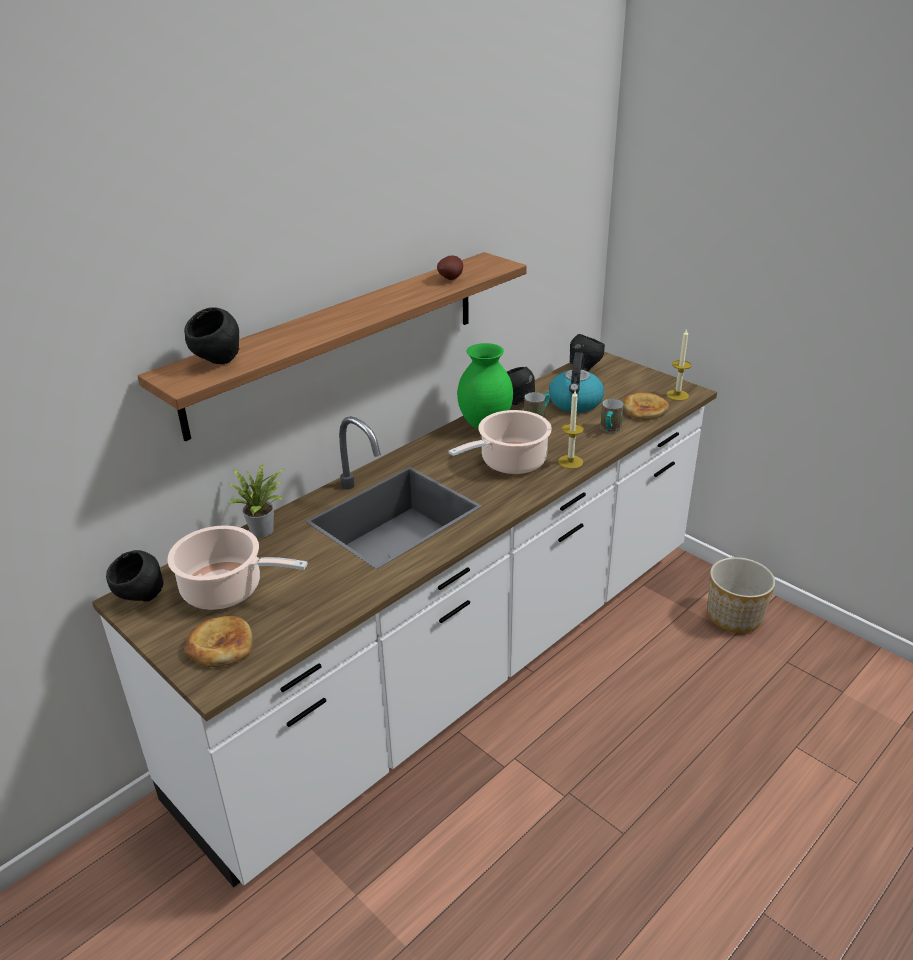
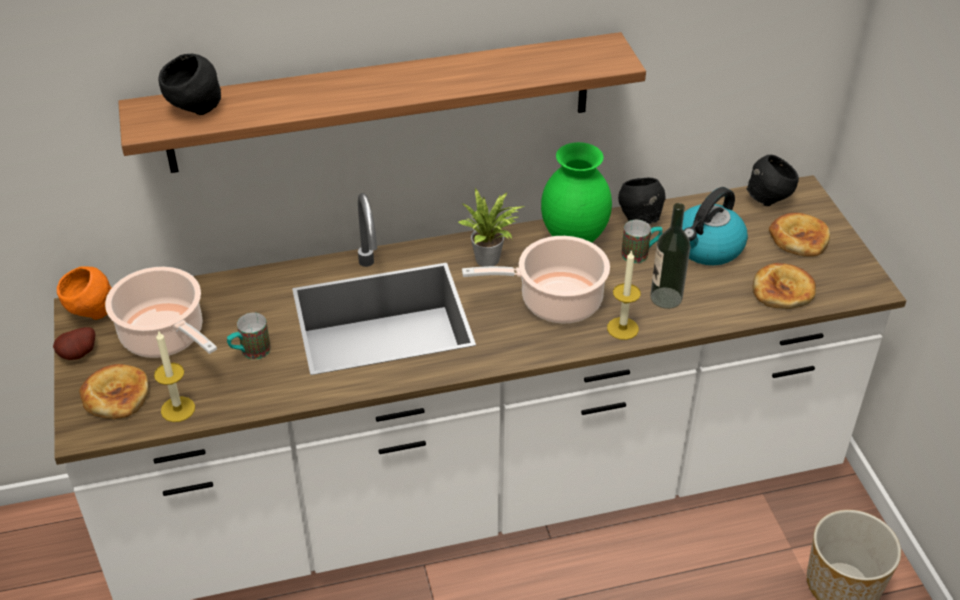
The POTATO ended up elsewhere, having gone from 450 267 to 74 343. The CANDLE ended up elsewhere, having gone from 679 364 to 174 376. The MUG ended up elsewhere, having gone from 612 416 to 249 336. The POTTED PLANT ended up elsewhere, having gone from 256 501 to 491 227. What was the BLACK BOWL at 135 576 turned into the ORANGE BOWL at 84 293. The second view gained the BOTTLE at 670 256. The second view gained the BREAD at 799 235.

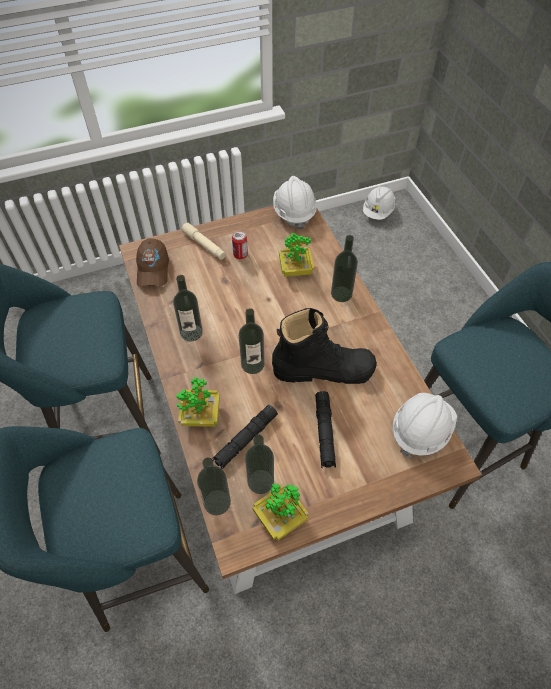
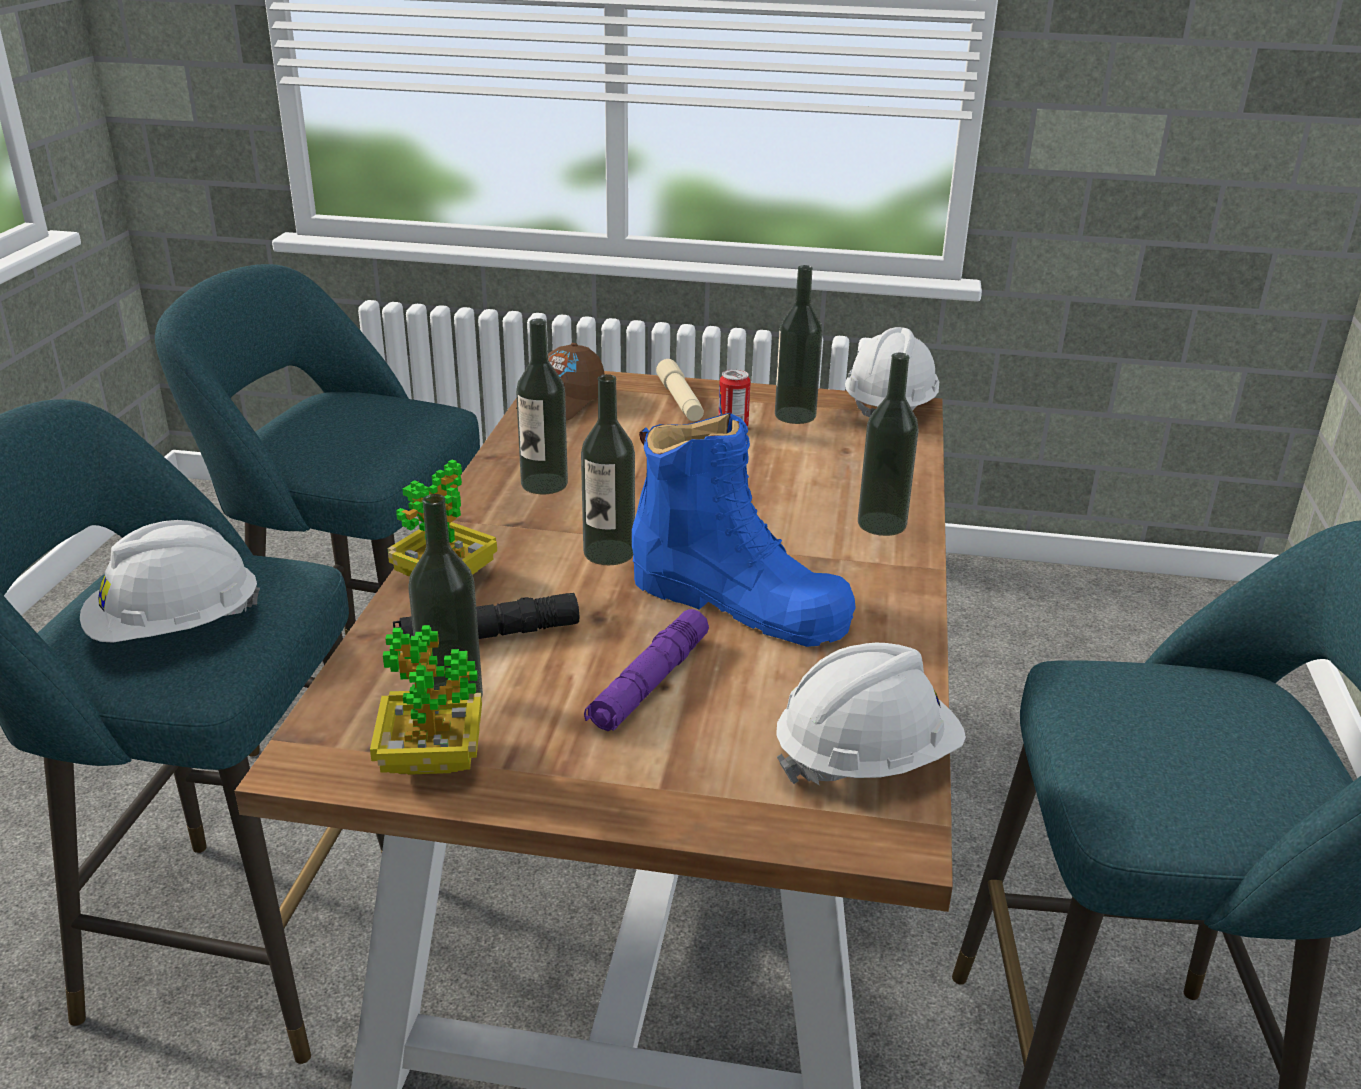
The WHITE HARD HAT ended up elsewhere, having gone from 379 203 to 170 581. The second view lost the POTTED PLANT at 296 255. What was the BLACK BOOT at 324 346 turned into the BLUE BOOT at 744 530. What was the BLACK FLASHLIGHT at 325 429 turned into the PURPLE FLASHLIGHT at 646 670. The BOTTLE ended up elsewhere, having gone from 214 486 to 799 344.

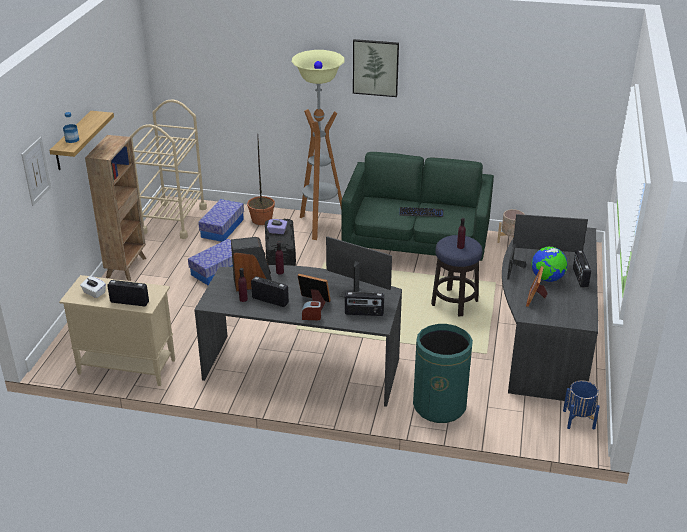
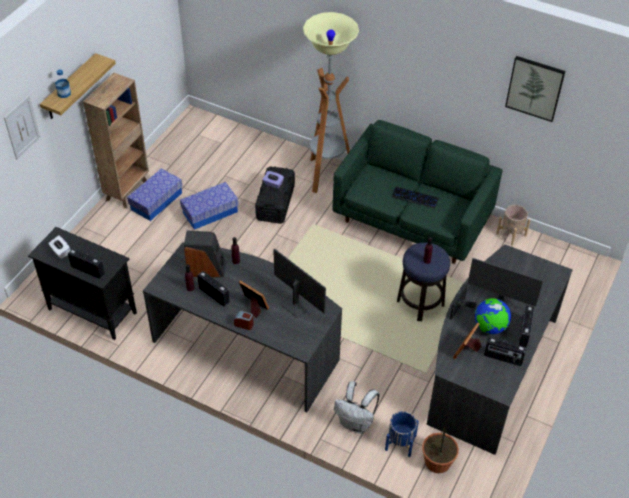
The PICTURE ended up elsewhere, having gone from 376 68 to 535 89. The second view lost the BEIGE CART at 168 169. The POTTED PLANT ended up elsewhere, having gone from 261 182 to 440 430. The STORAGE BOX ended up elsewhere, having gone from 221 220 to 154 194. What was the BEIGE CABINET at 117 330 turned into the BLACK CABINET at 82 283. The RADIO ended up elsewhere, having gone from 364 304 to 505 351. Where the GREEN TRASH CAN stood at 443 373, the WHITE BACKPACK came to stand at 357 407. The BLUE PLANTER ended up elsewhere, having gone from 581 404 to 402 434.

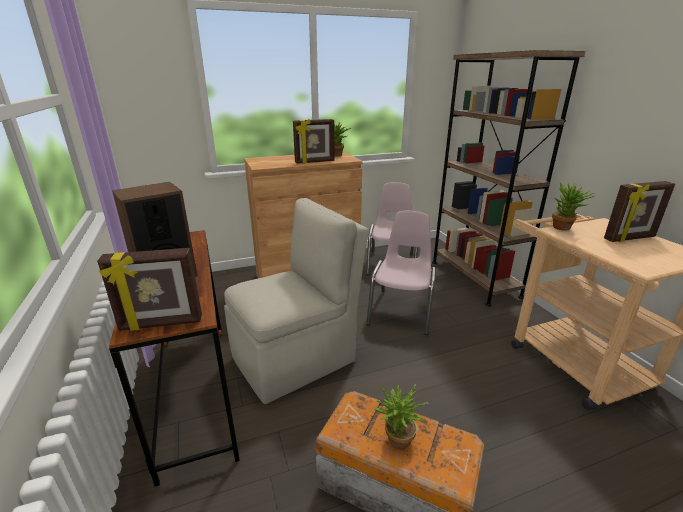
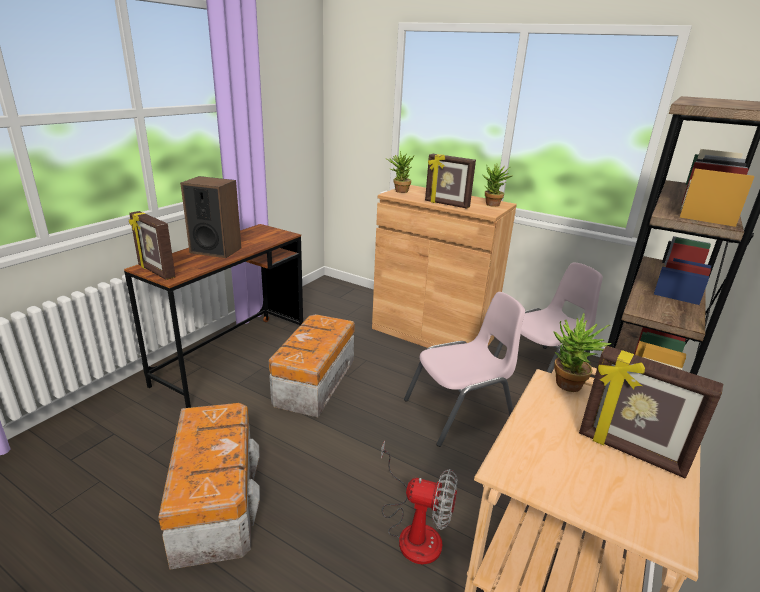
Where the BEIGE CHAIR stood at 296 301, the STORAGE BOX came to stand at 312 366. The POTTED PLANT ended up elsewhere, having gone from 400 417 to 400 172. The second view gained the FAN at 419 503.

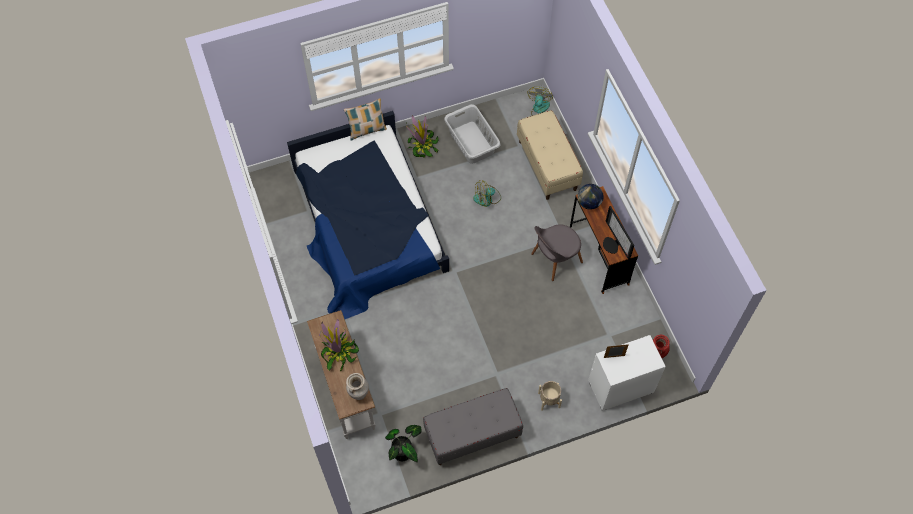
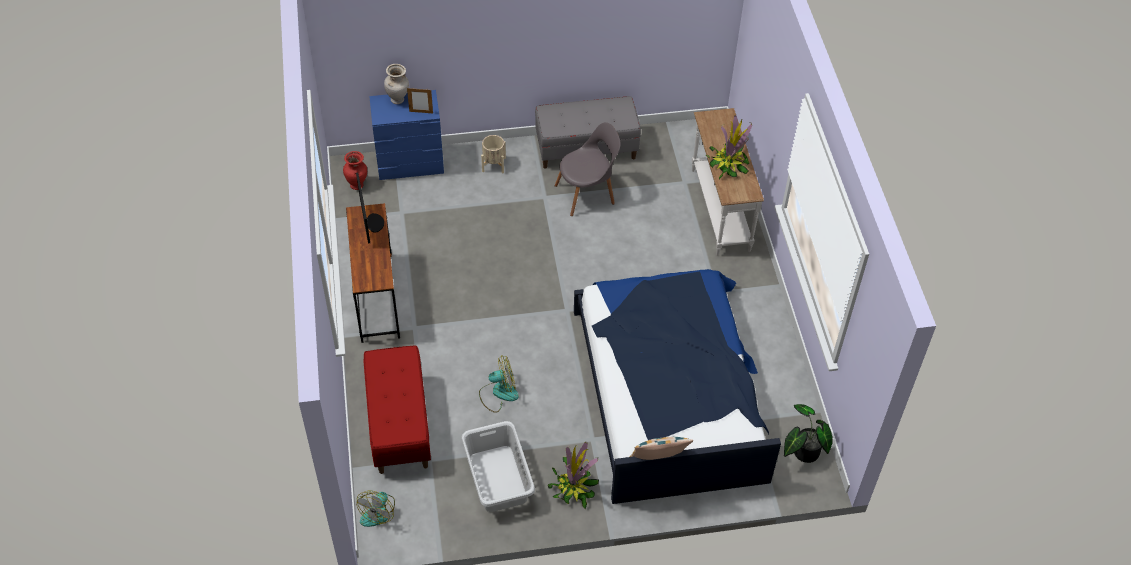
What was the BEIGE BENCH at 550 155 turned into the RED BENCH at 397 409. The second view lost the GLOBE at 590 197. The GREY CHAIR ended up elsewhere, having gone from 557 252 to 587 169. What was the WHITE DRESSER at 627 373 turned into the BLUE DRESSER at 406 135. The BEIGE VASE ended up elsewhere, having gone from 357 386 to 396 84. The POTTED PLANT ended up elsewhere, having gone from 403 443 to 808 433.

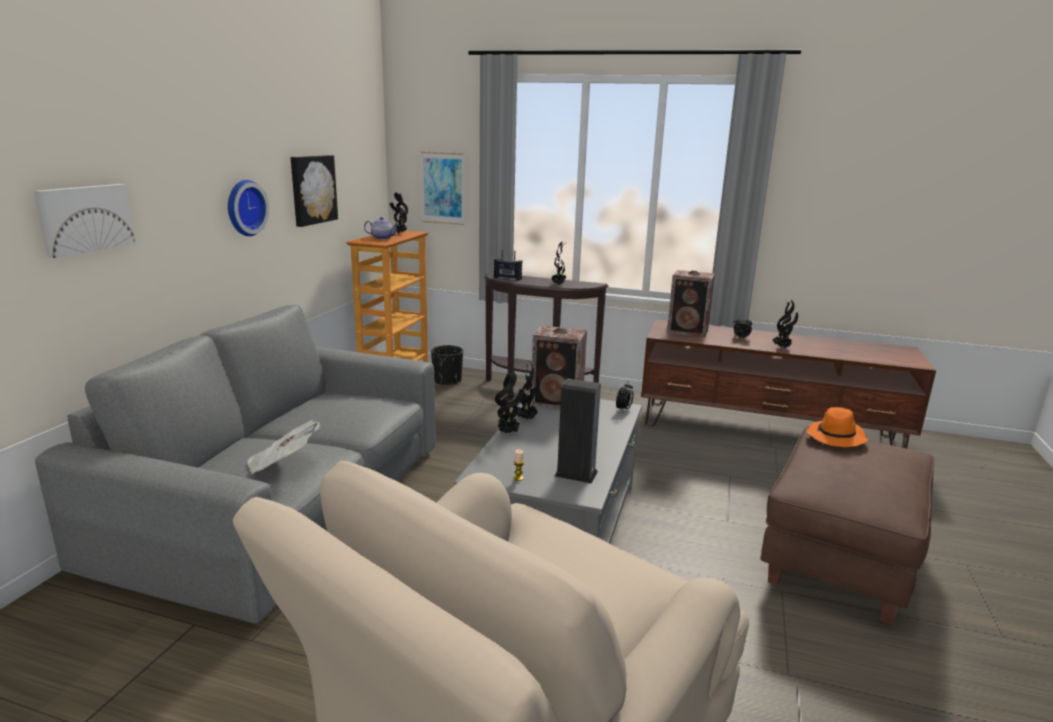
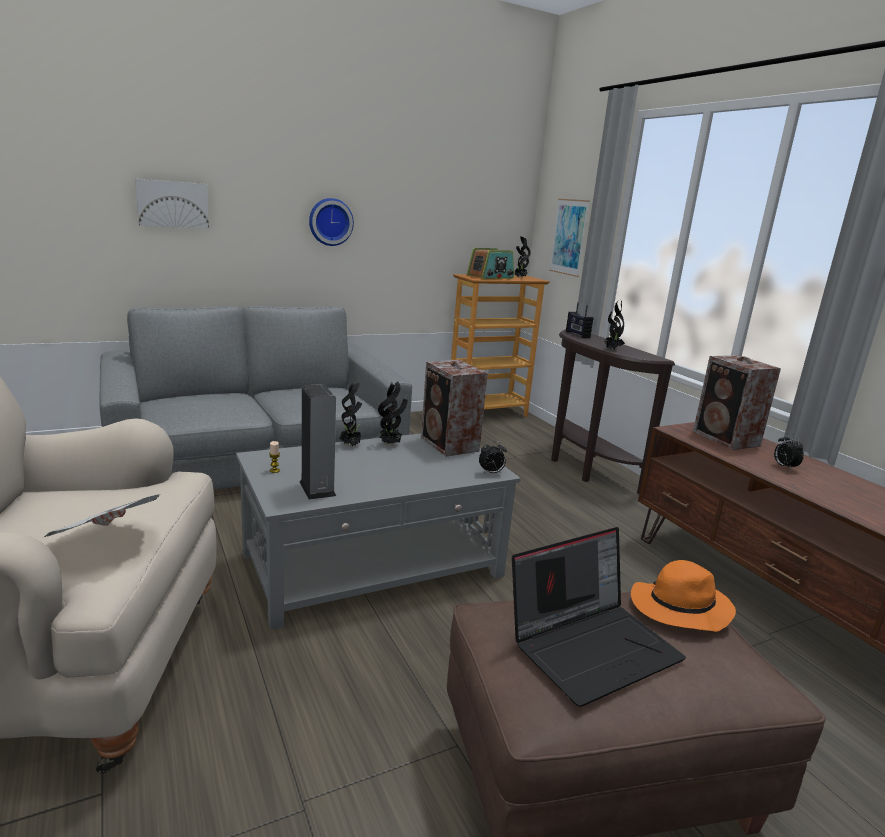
The second view lost the PICTURE at 314 191. Where the TEAPOT stood at 382 228, the RADIO came to stand at 490 263. The second view lost the POTTED PLANT at 785 324. The second view lost the BLACK PLANTER at 447 365. The NEWSPAPER ended up elsewhere, having gone from 283 447 to 102 515. The second view gained the LAPTOP at 599 617.

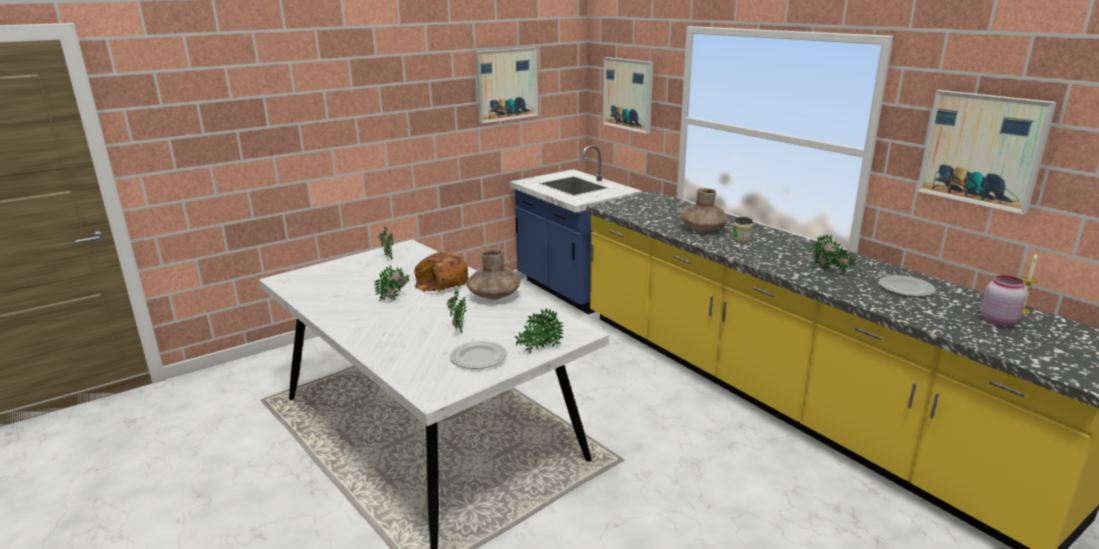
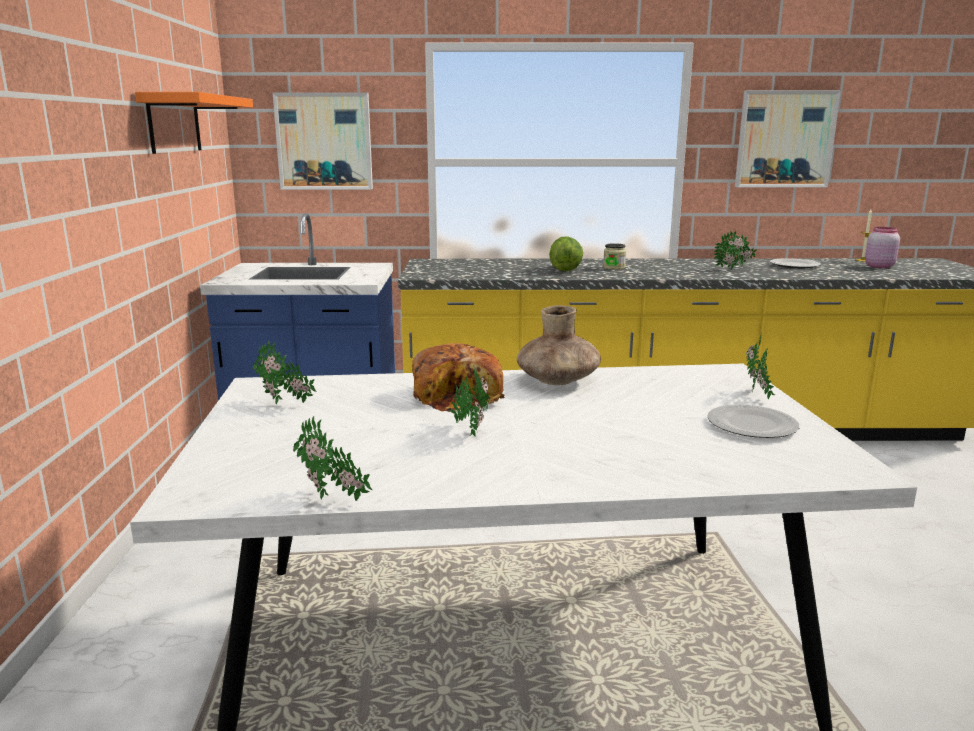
Where the PICTURE hung at 507 85, the ORANGE SHELF came to hang at 194 123. Where the BROWN VASE stood at 704 210, the LETTUCE came to stand at 566 253. The POTTED PLANT ended up elsewhere, having gone from 457 312 to 332 458.

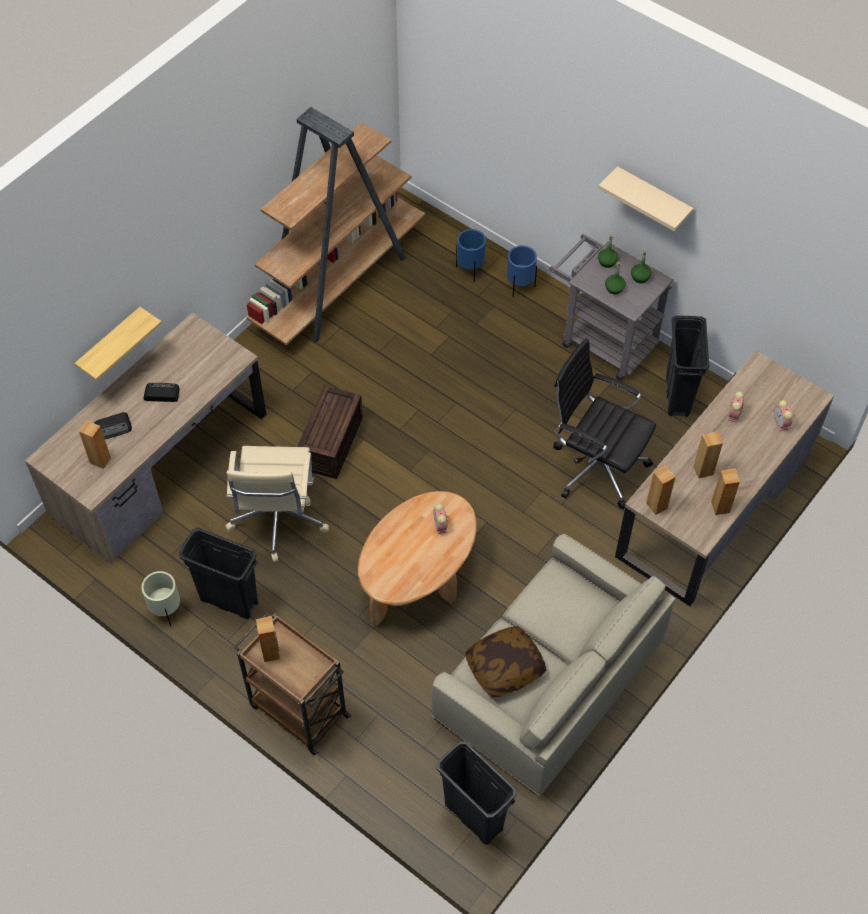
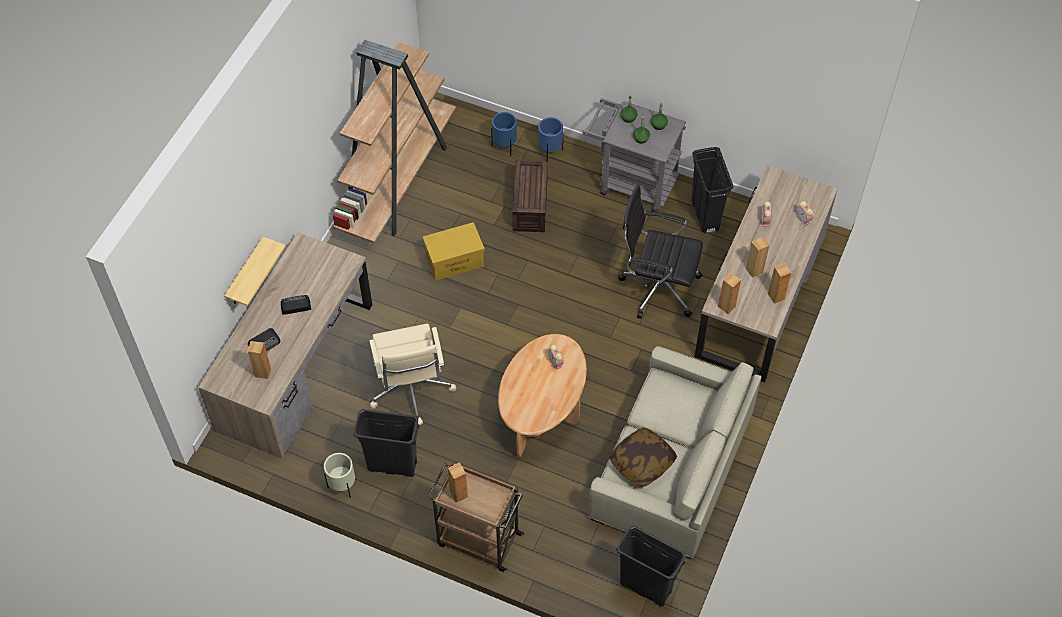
The second view lost the BEIGE SHELF at 646 198. The BROWN STORAGE BOX ended up elsewhere, having gone from 330 432 to 530 196. The second view gained the YELLOW STORAGE BOX at 454 251.

